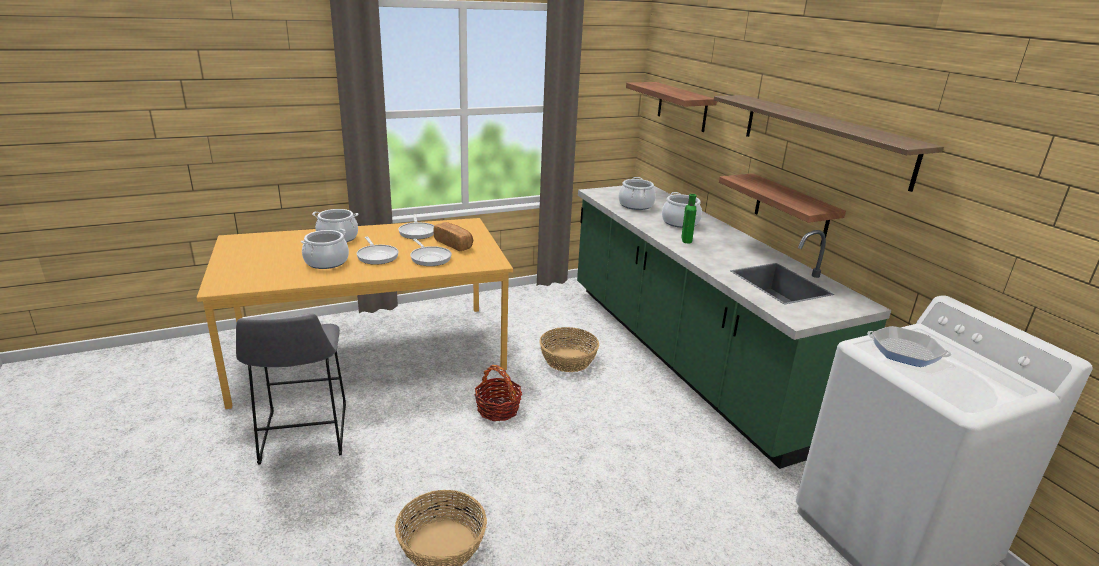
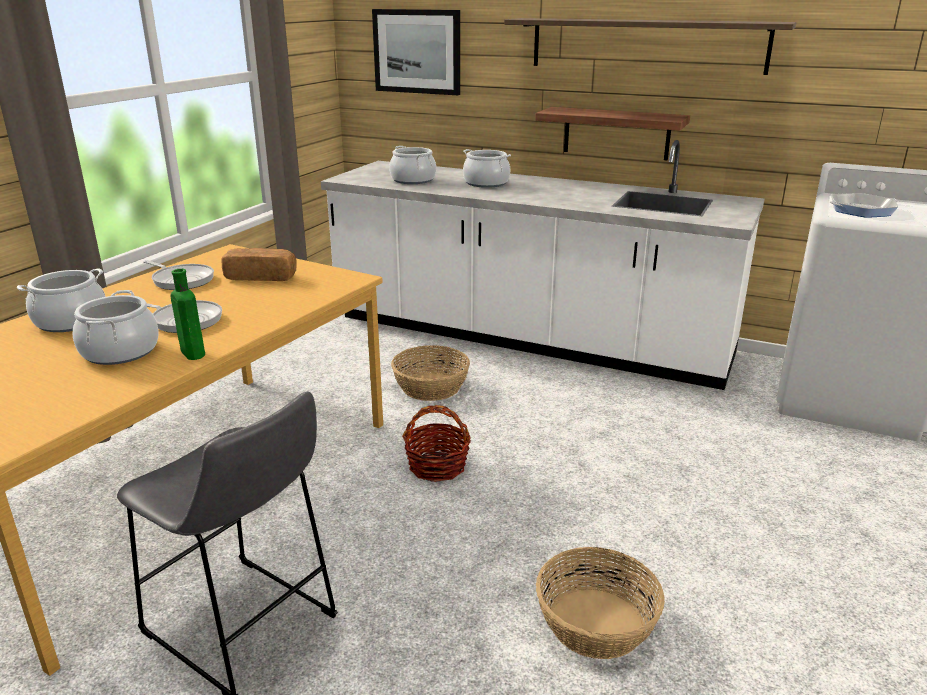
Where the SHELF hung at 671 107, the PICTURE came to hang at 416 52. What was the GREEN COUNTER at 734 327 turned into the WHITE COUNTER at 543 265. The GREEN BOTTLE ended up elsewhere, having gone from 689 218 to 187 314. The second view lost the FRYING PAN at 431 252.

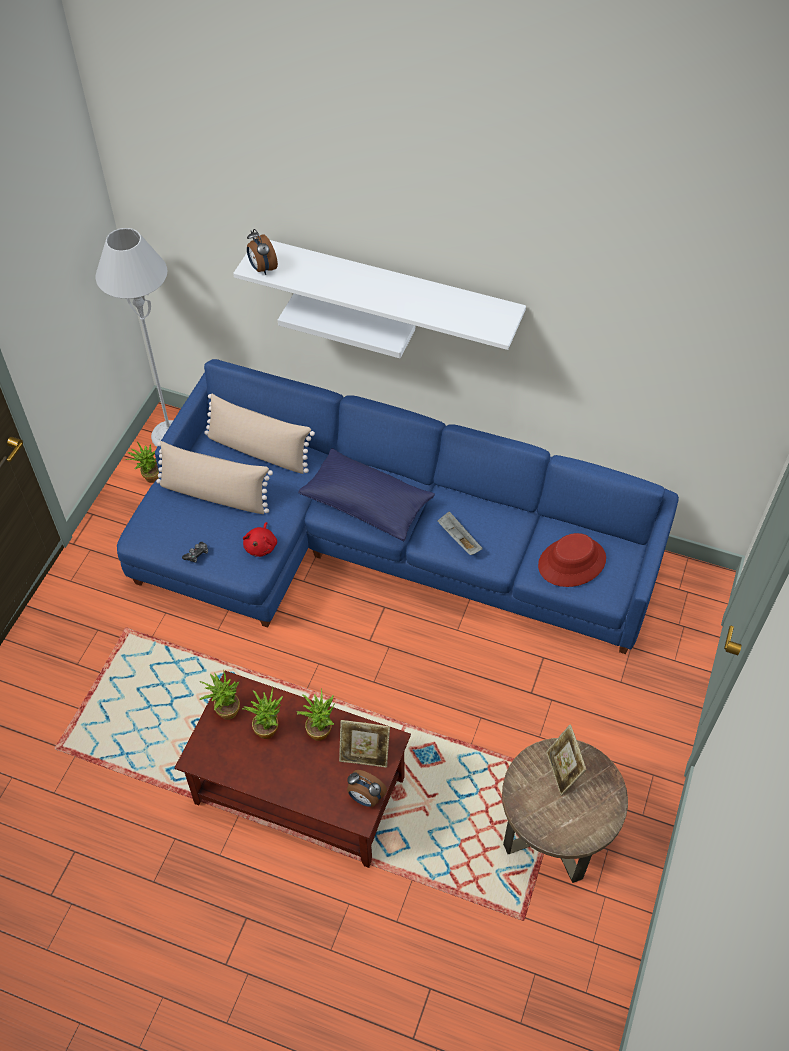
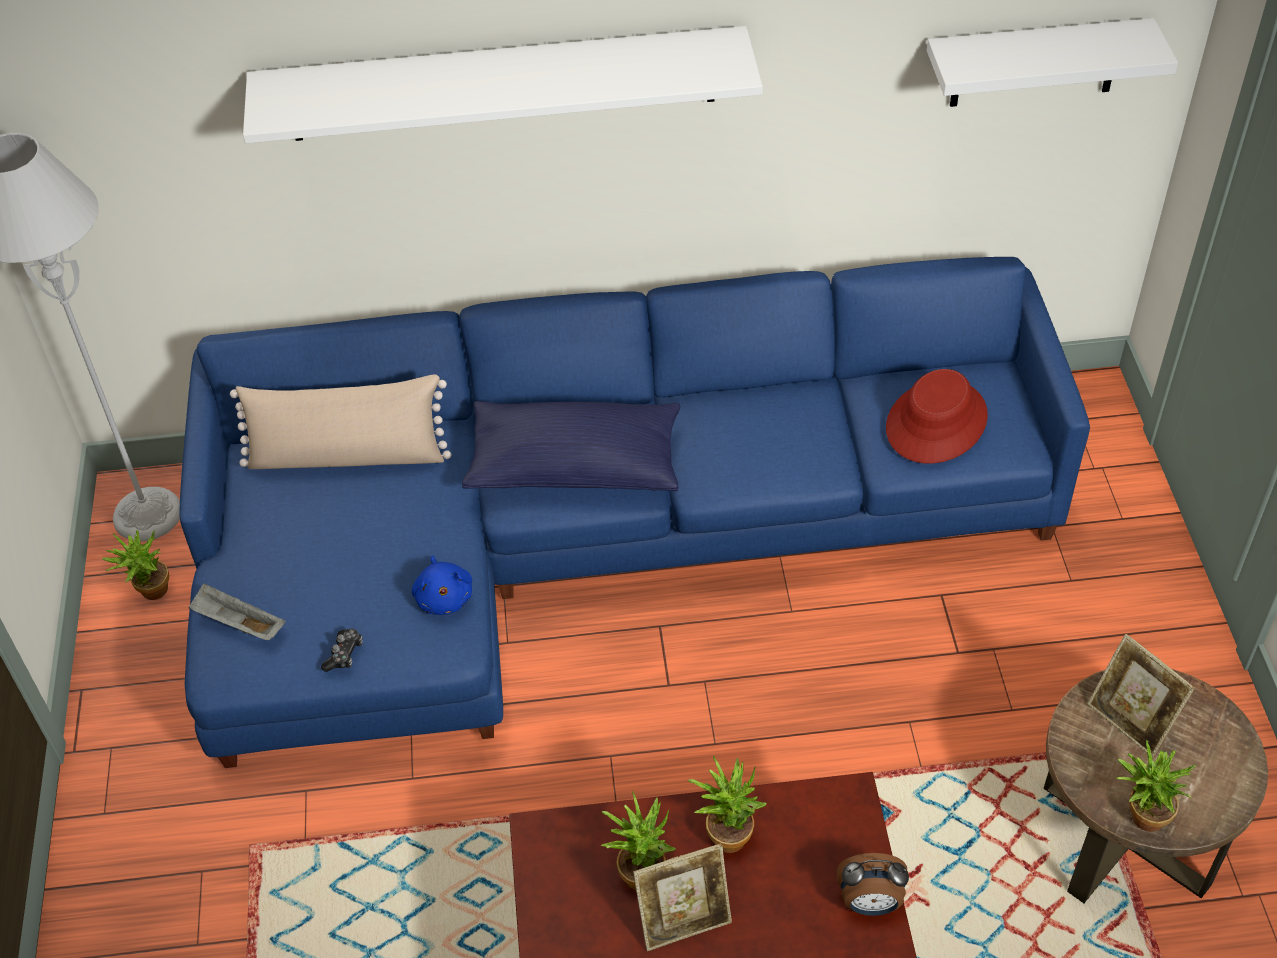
The second view lost the ALARM CLOCK at 262 252. The WHITE SHELF ended up elsewhere, having gone from 346 325 to 1052 62. The second view lost the BEIGE PILLOW at 214 477. The GREY TRAY ended up elsewhere, having gone from 460 533 to 237 611. What was the RED PLUSH TOY at 260 539 turned into the BLUE PLUSH TOY at 442 585. The POTTED PLANT ended up elsewhere, having gone from 219 695 to 1157 785. The PICTURE FRAME ended up elsewhere, having gone from 364 744 to 682 897.

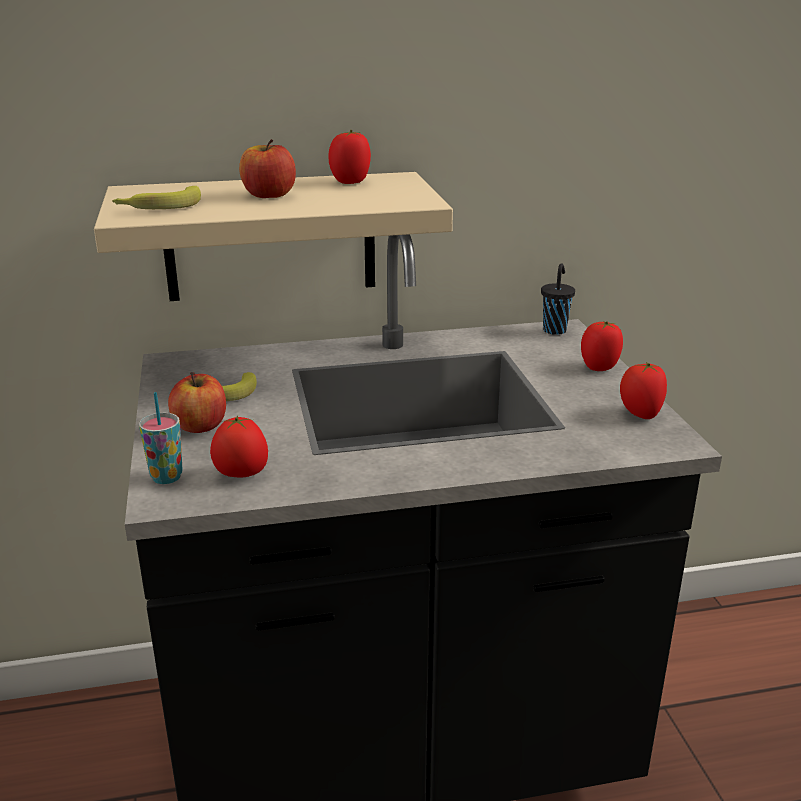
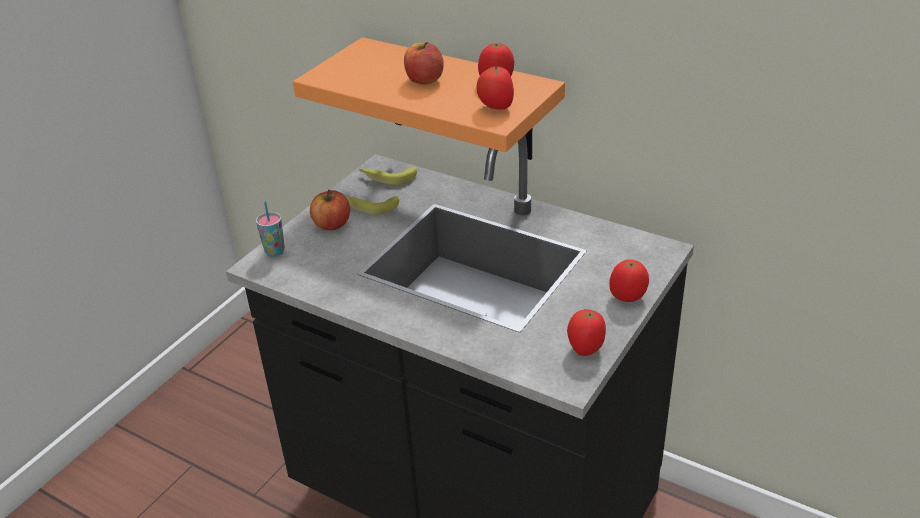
What was the BEIGE SHELF at 273 236 turned into the ORANGE SHELF at 429 98. The BANANA ended up elsewhere, having gone from 156 197 to 388 176. The second view lost the BLACK CUP at 558 299. The TOMATO ended up elsewhere, having gone from 239 447 to 495 87.

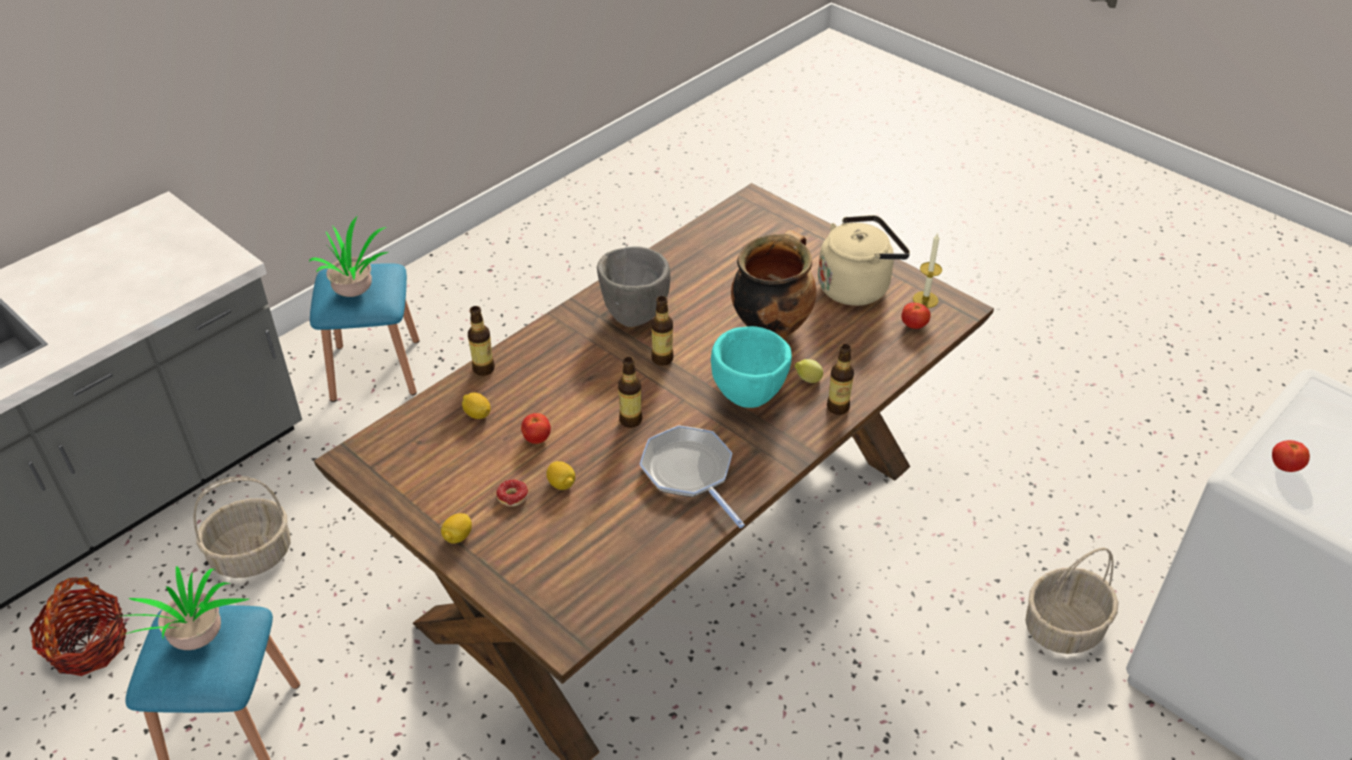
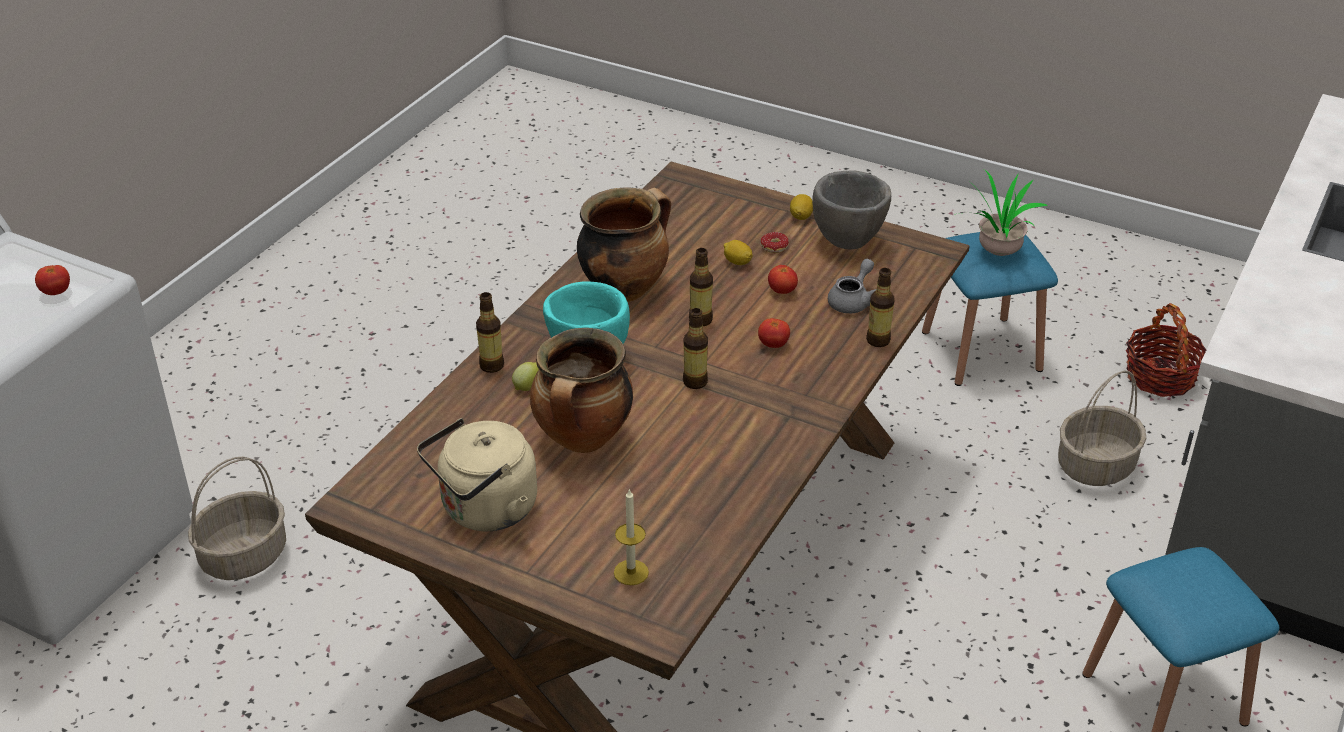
The second view lost the POTTED PLANT at 348 256. The CANDLE ended up elsewhere, having gone from 927 270 to 631 536. The GREY BOWL ended up elsewhere, having gone from 634 286 to 851 209. The TOMATO ended up elsewhere, having gone from 916 316 to 774 333. Where the LEMON stood at 476 405, the GREY TEAPOT came to stand at 852 286. Where the FRYING PAN stood at 692 476, the COOKING POT came to stand at 624 244.

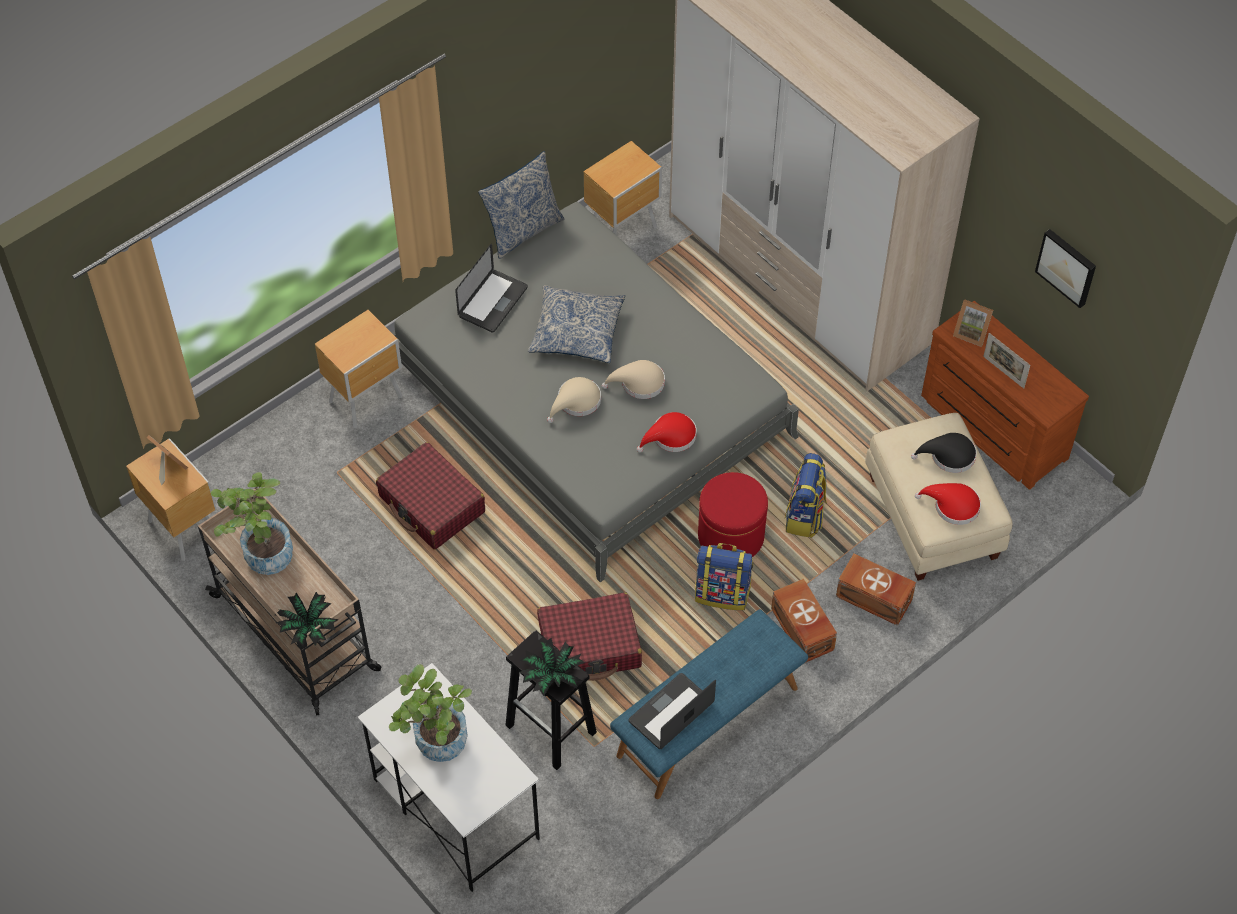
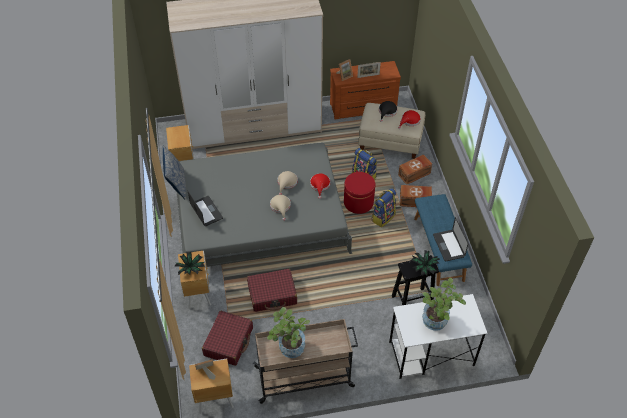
The second view lost the PICTURE at 1065 268. The second view lost the PILLOW at 576 324. The POTTED PLANT ended up elsewhere, having gone from 307 619 to 190 263. The RED SUITCASE ended up elsewhere, having gone from 589 636 to 227 338.

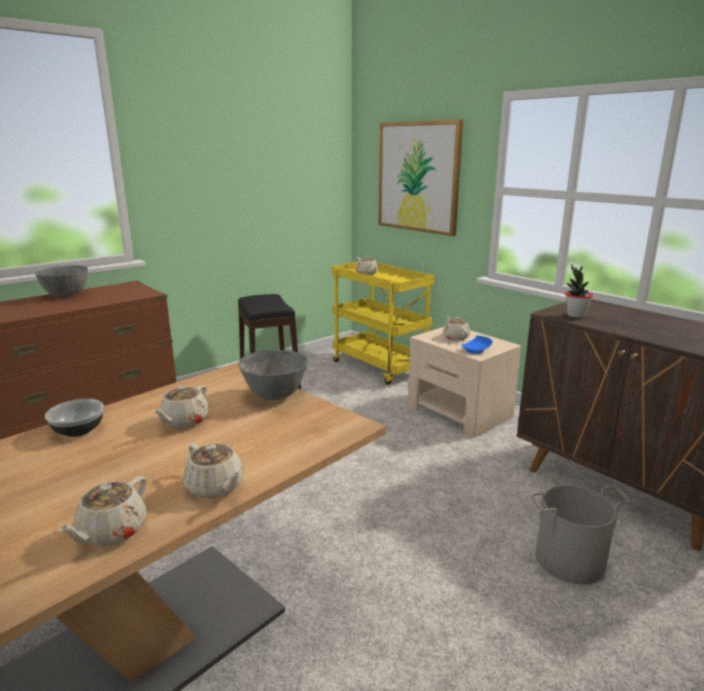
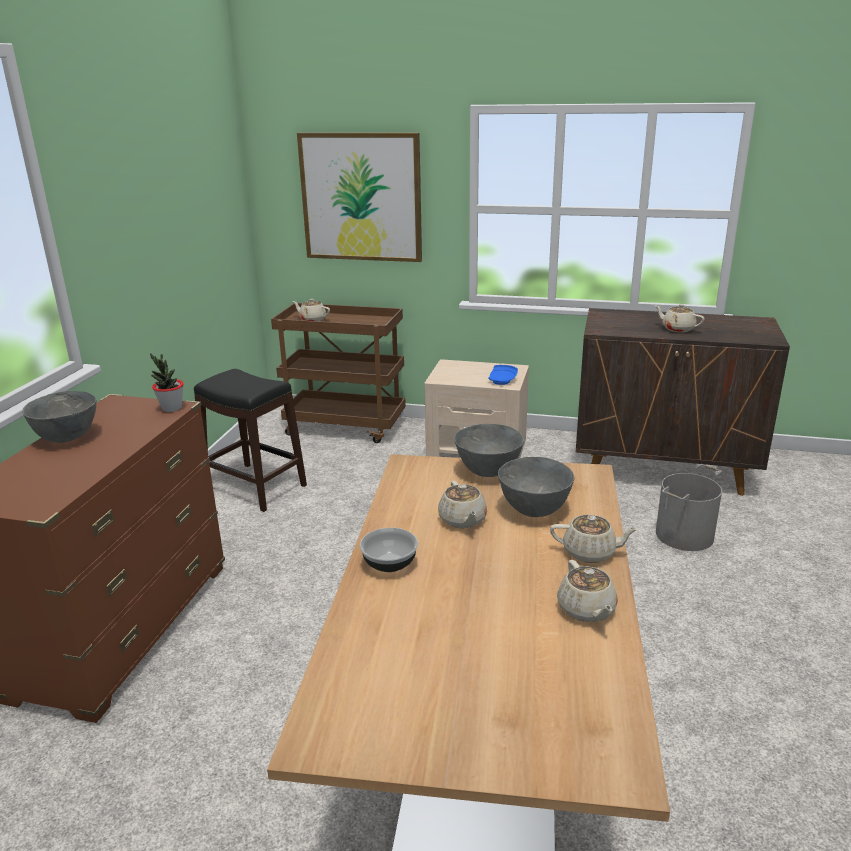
What was the YELLOW CART at 383 323 turned into the BROWN CART at 338 373. The POTTED PLANT ended up elsewhere, having gone from 579 291 to 167 382. The BEIGE TEAPOT ended up elsewhere, having gone from 456 328 to 679 318. The second view gained the GREY BOWL at 536 487.

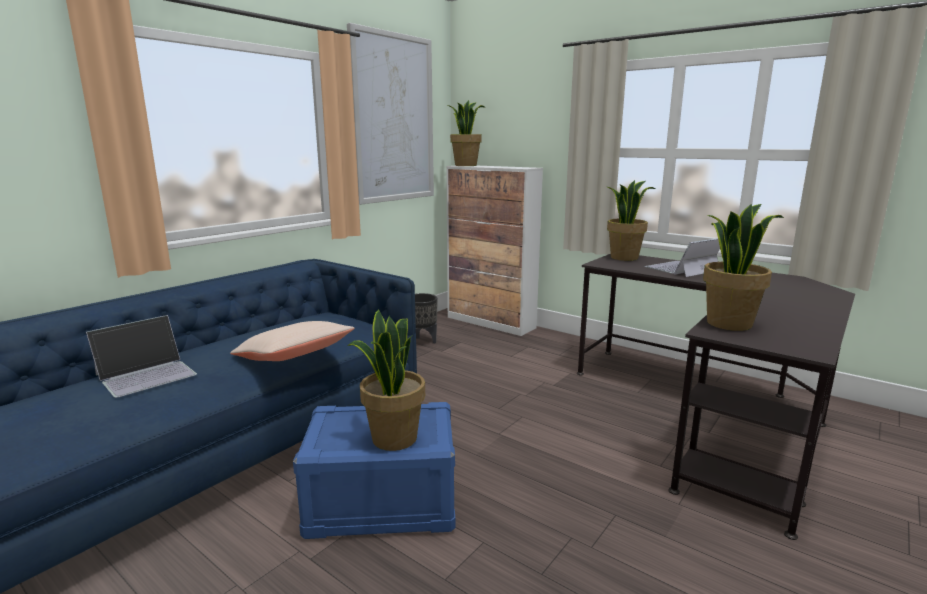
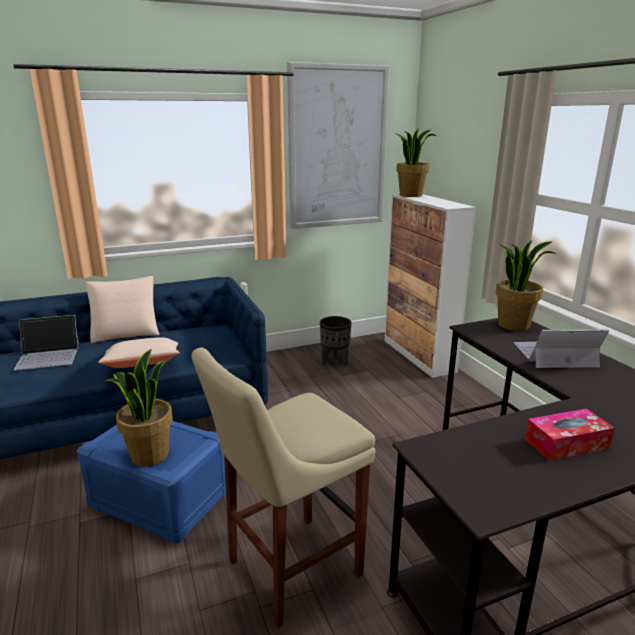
The second view lost the POTTED PLANT at 743 267. The second view gained the BEIGE PILLOW at 122 309. The second view gained the BEIGE STOOL at 283 488. The second view gained the TISSUE BOX at 570 435.

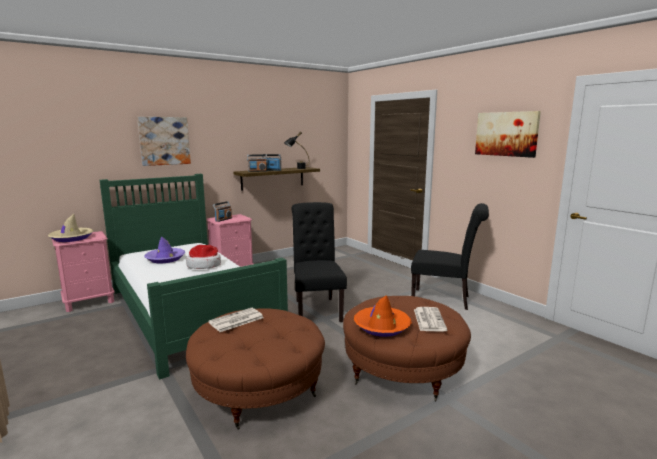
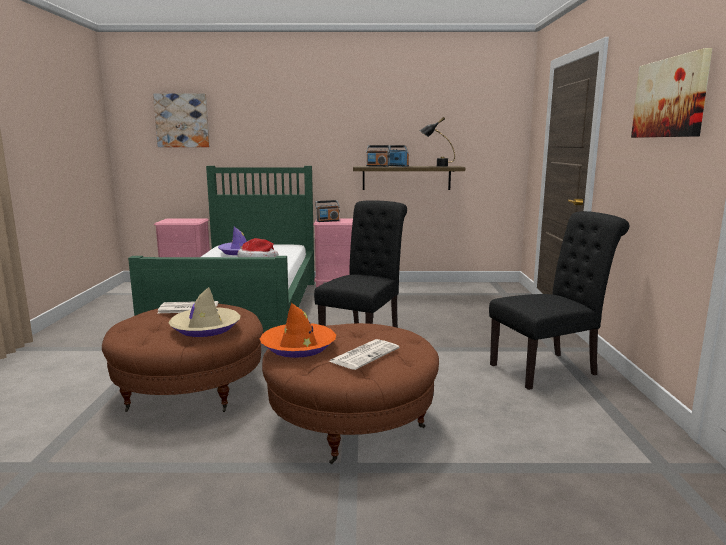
The PICTURE ended up elsewhere, having gone from 164 141 to 181 120. The BLACK CHAIR at 450 256 ended up facing another way, 75 degrees counterclockwise from before. The BEIGE HAT ended up elsewhere, having gone from 70 228 to 204 312.

